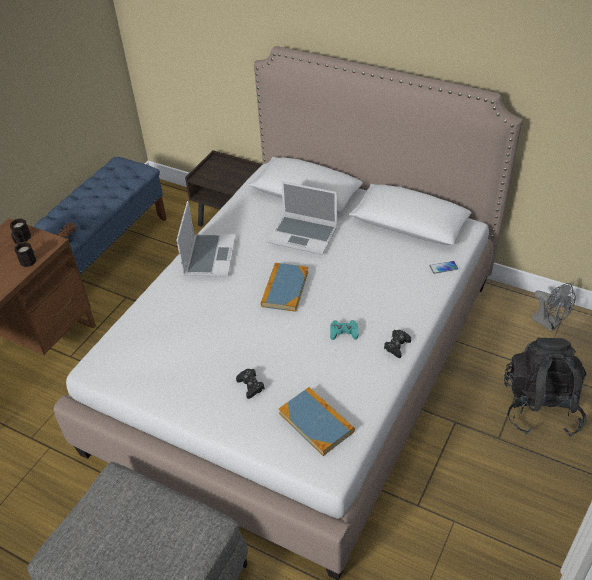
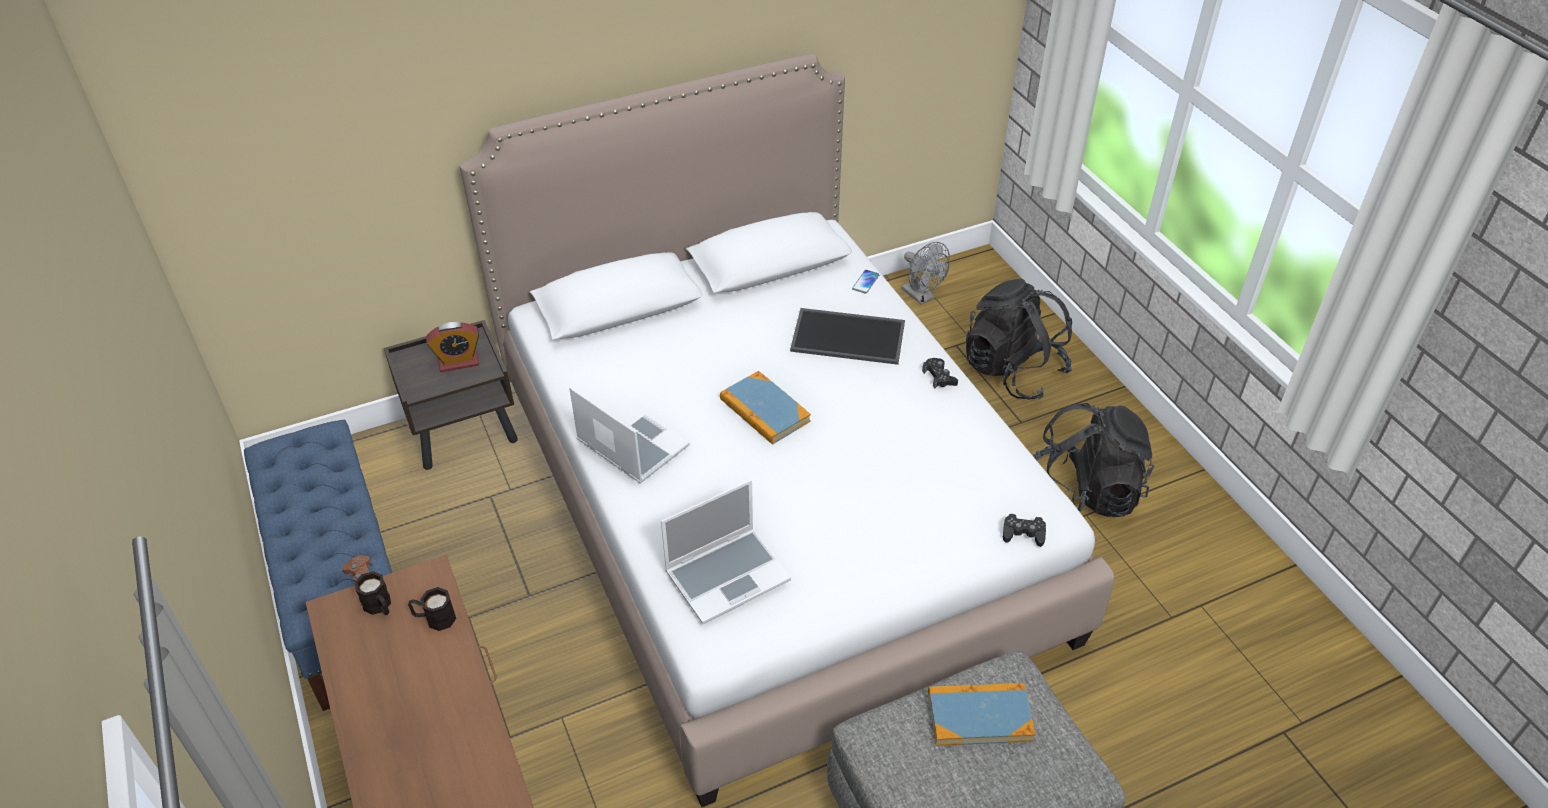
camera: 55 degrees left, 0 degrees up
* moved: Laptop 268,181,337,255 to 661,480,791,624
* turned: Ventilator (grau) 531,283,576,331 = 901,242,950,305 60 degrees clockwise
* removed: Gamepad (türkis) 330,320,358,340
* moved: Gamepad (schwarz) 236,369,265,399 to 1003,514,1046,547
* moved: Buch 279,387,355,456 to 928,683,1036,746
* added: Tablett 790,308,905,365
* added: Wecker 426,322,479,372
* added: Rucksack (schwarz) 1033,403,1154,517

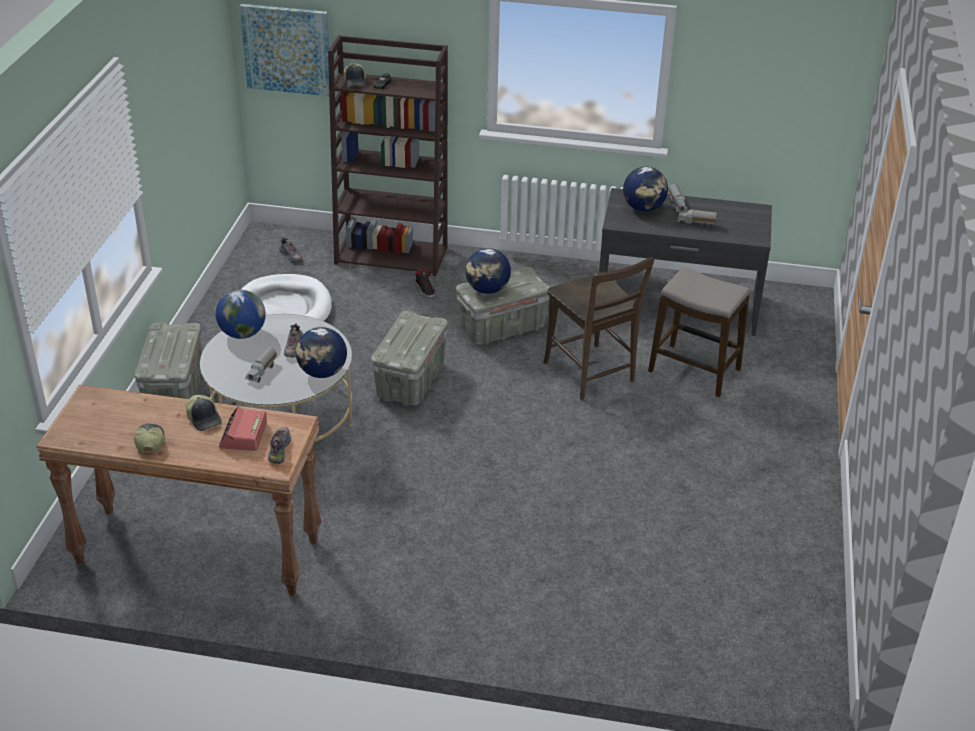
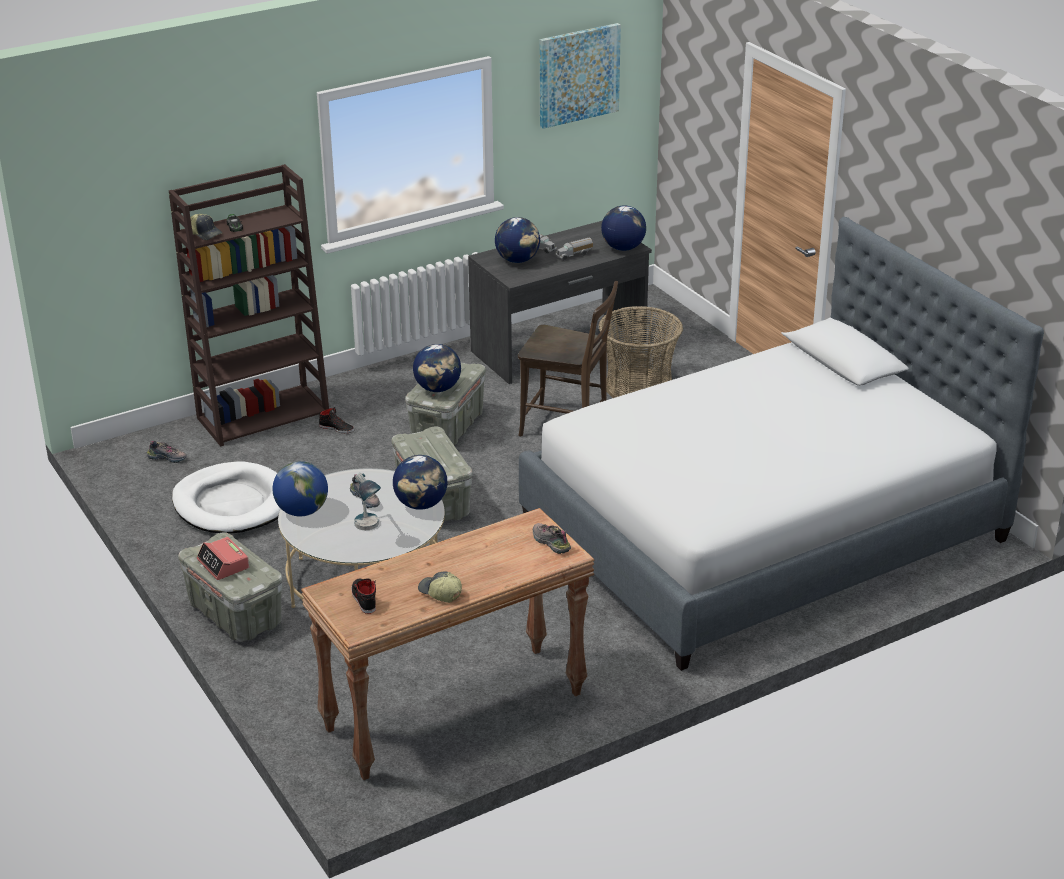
camera: 40 degrees left, 5 degrees down
* moved: Bild 240,4,329,96 to 540,23,621,129
* replaced: Hocker 648,267,750,397 to Korb 599,306,683,398
* replaced: Spielzeuglaster 245,347,277,383 to Tischlampe 354,473,381,530
* removed: Kappe 185,395,222,431
* moved: Wecker 219,406,267,451 to 197,537,249,580
* added: Globus 601,205,646,251
* added: Bett 519,217,1044,671
* added: Schuh (schwarz) 351,578,376,614

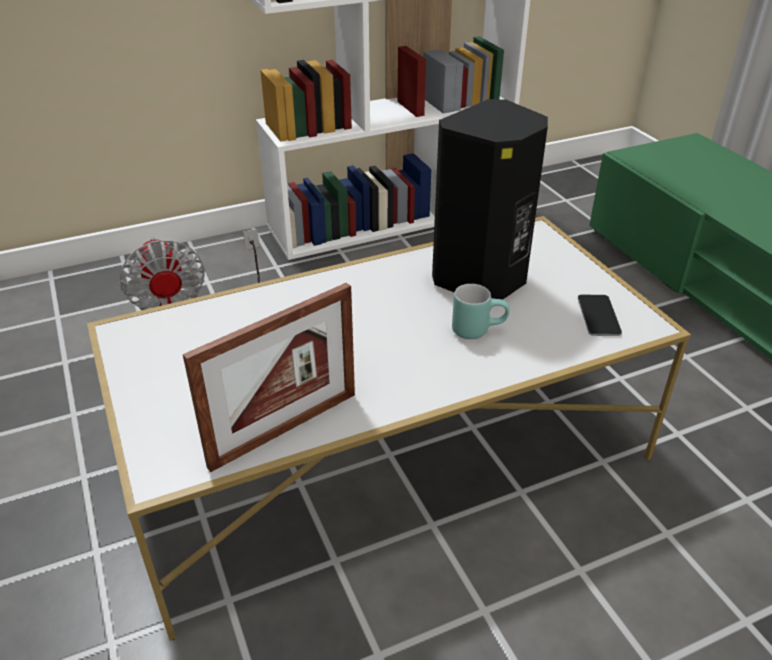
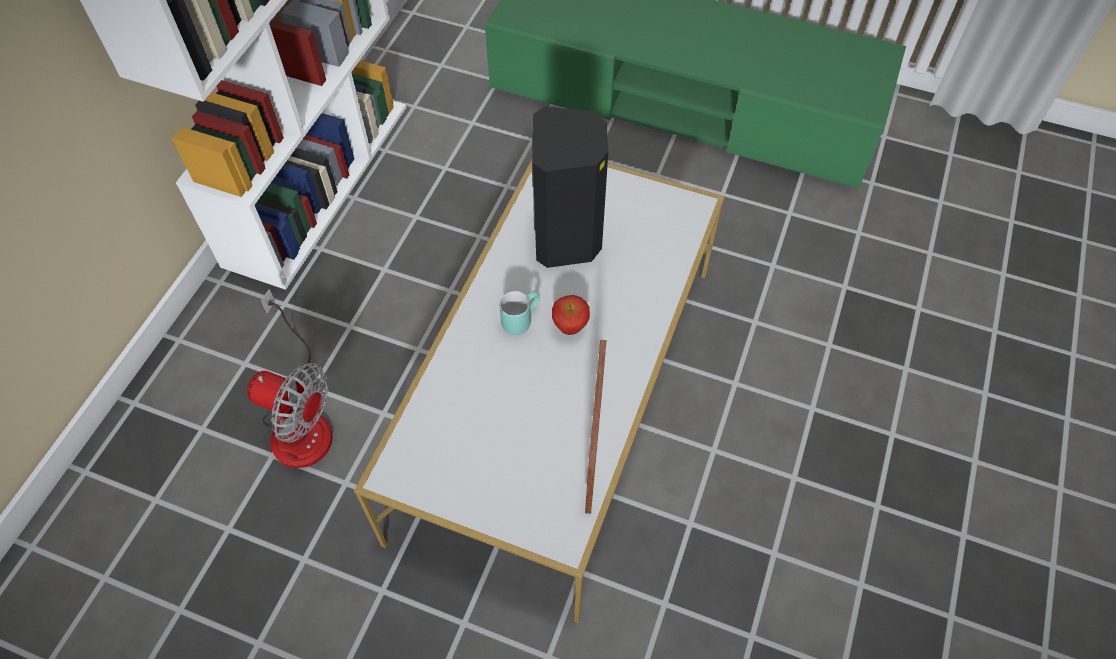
camera: 45 degrees left, 20 degrees up
* moved: Henkelbecher (türkis) 452,284,510,339 to 500,291,540,335
* removed: Handy 578,295,622,336
* added: Apfel 552,295,590,335

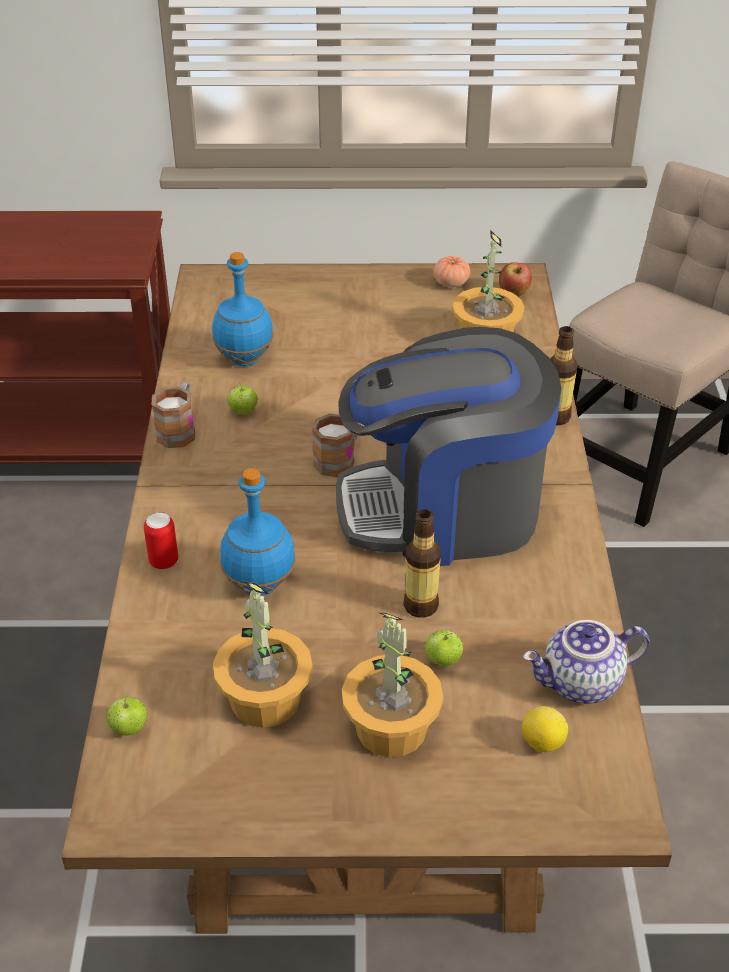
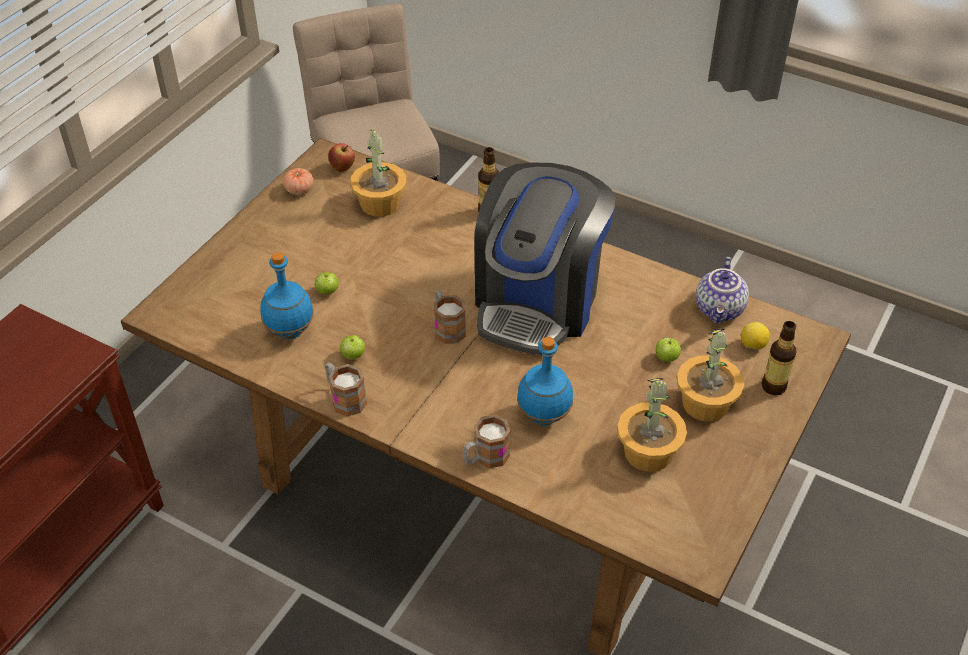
camera: 60 degrees left, 5 degrees up
* moved: Flasche 404,509,441,618 to 762,321,796,395
* replaced: Dose 144,512,178,569 to Henkelbecher 463,414,511,468
* moved: Apfel 107,695,147,736 to 315,271,339,295

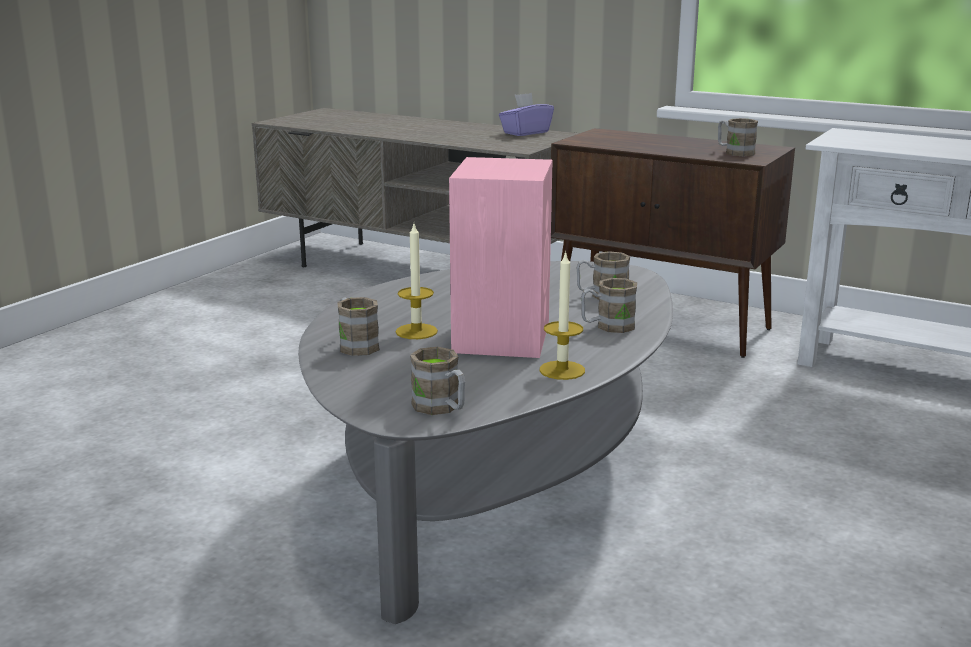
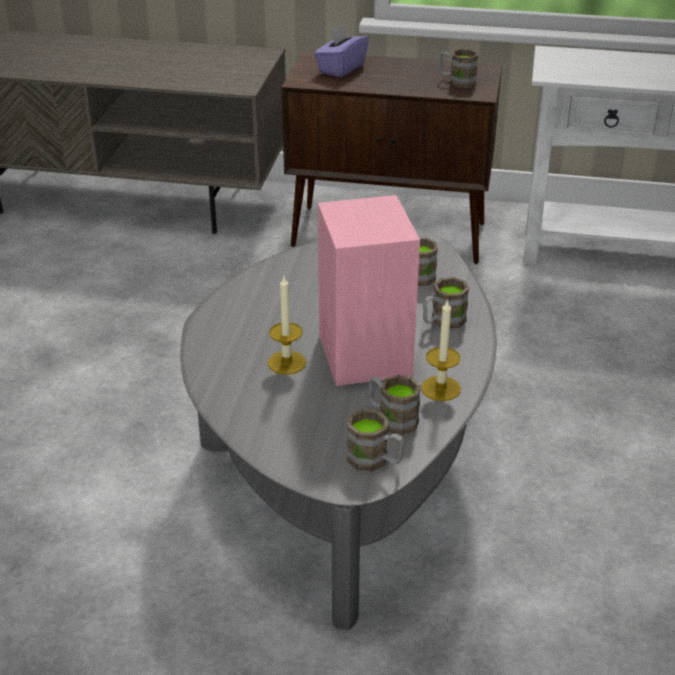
camera: 20 degrees left, 15 degrees up
* moved: Taschentuchbox (lila) 499,93,554,136 to 314,24,369,77
* moved: Henkelbecher (braun) 337,297,380,356 to 369,375,421,435

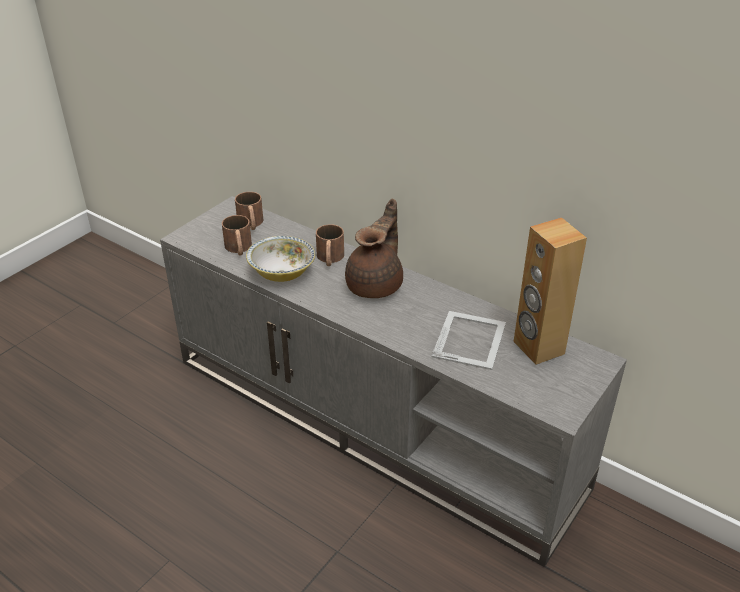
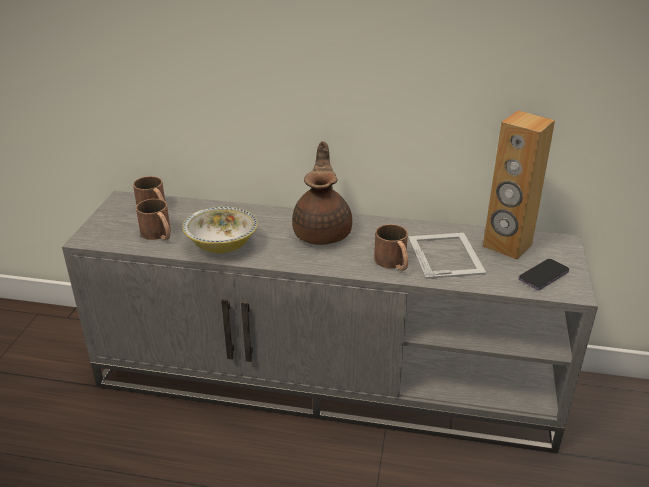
camera: 25 degrees left, 5 degrees down
* moved: Henkelbecher (braun) 316,224,344,266 to 374,224,408,271
* added: Handy 518,259,569,290

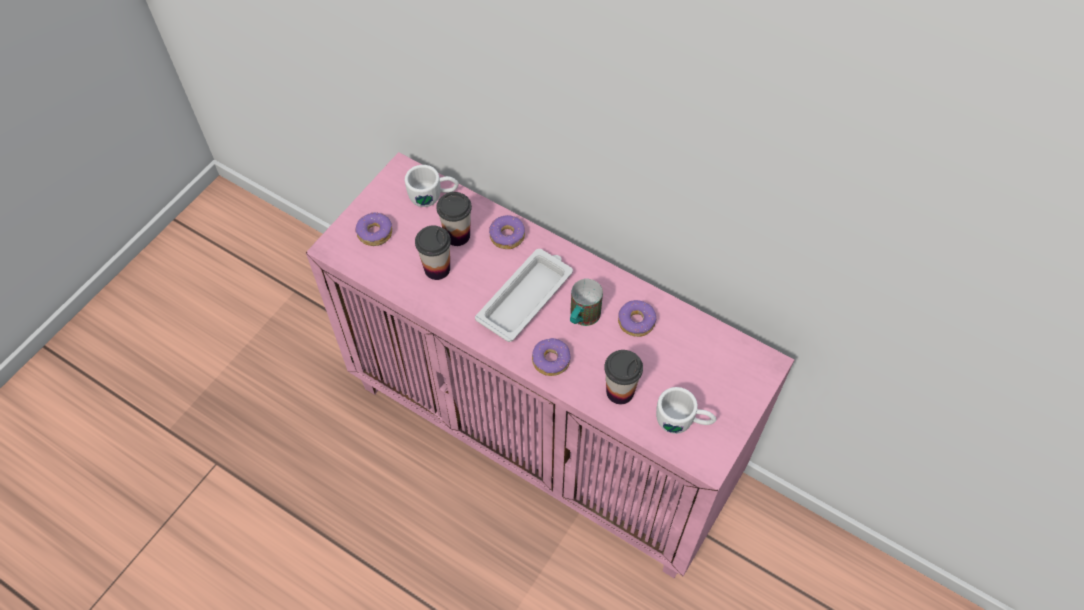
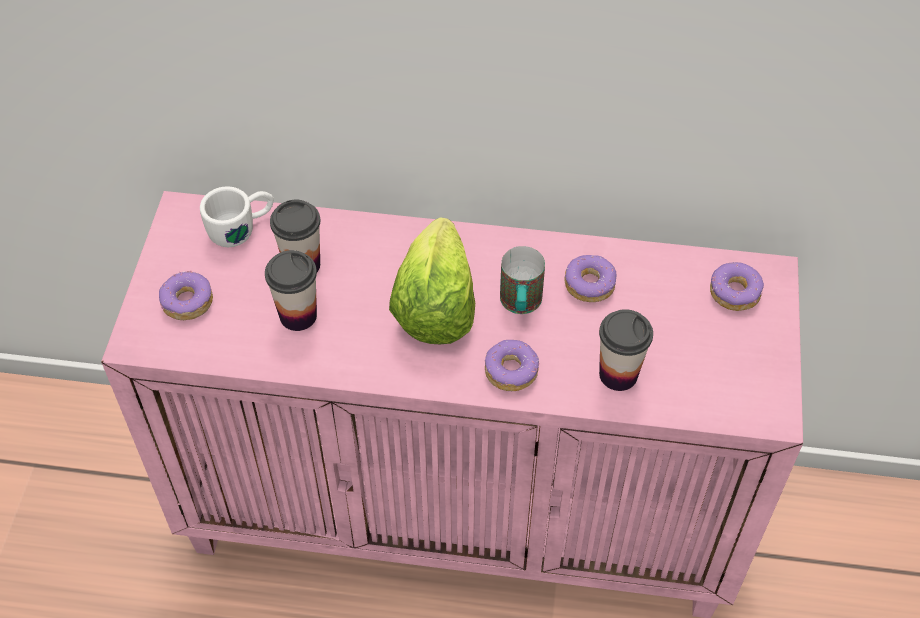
camera: 25 degrees left, 5 degrees down
* moved: Donut 489,215,525,249 to 710,262,764,311
* replaced: Tablett (weiß) 475,249,573,342 to Salatkopf 389,217,475,344
* removed: Henkelbecher (weiß) 656,387,717,434

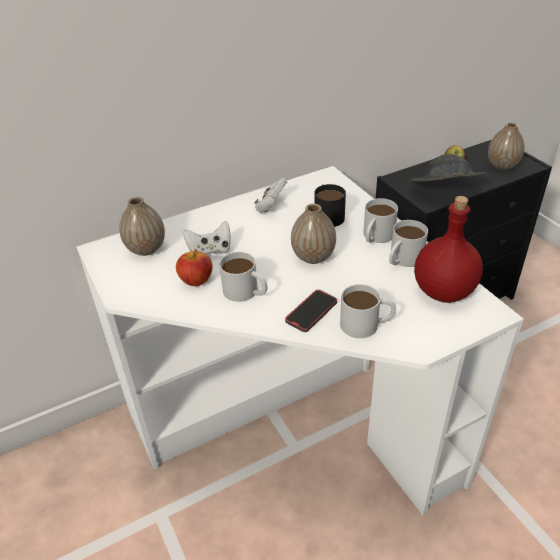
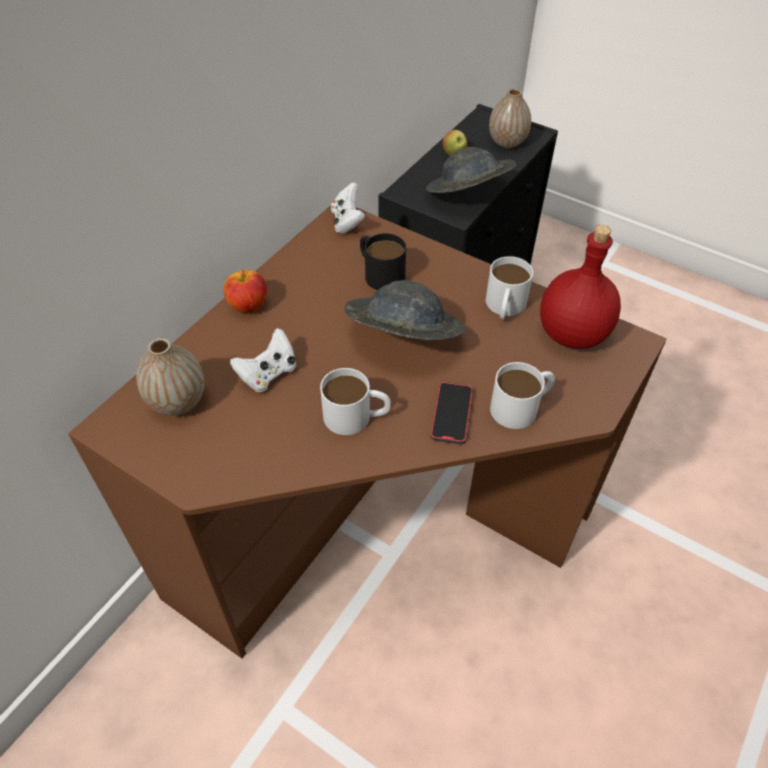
camera: 30 degrees left, 10 degrees up
* recoloured: Schreibtisch (weiß) 76,166,524,515 to Schreibtisch (braun) 68,206,667,659
* moved: Gamepad (weiß) 254,178,288,213 to 331,182,365,234
* removed: Henkelbecher (weiß) 363,198,398,243
* replaced: Vase 291,204,336,264 to Hut (grau) 344,280,466,340
* moved: Apfel 176,251,213,286 to 223,270,267,313

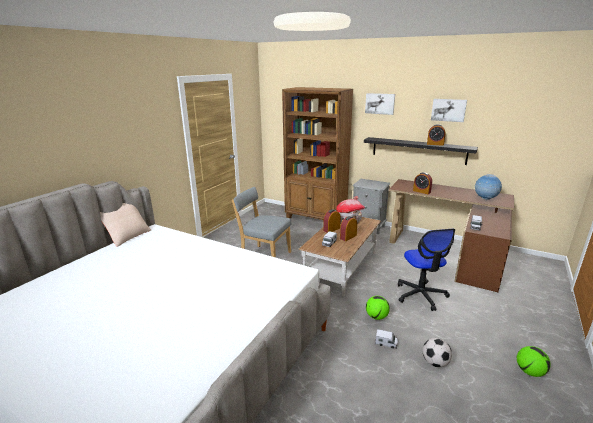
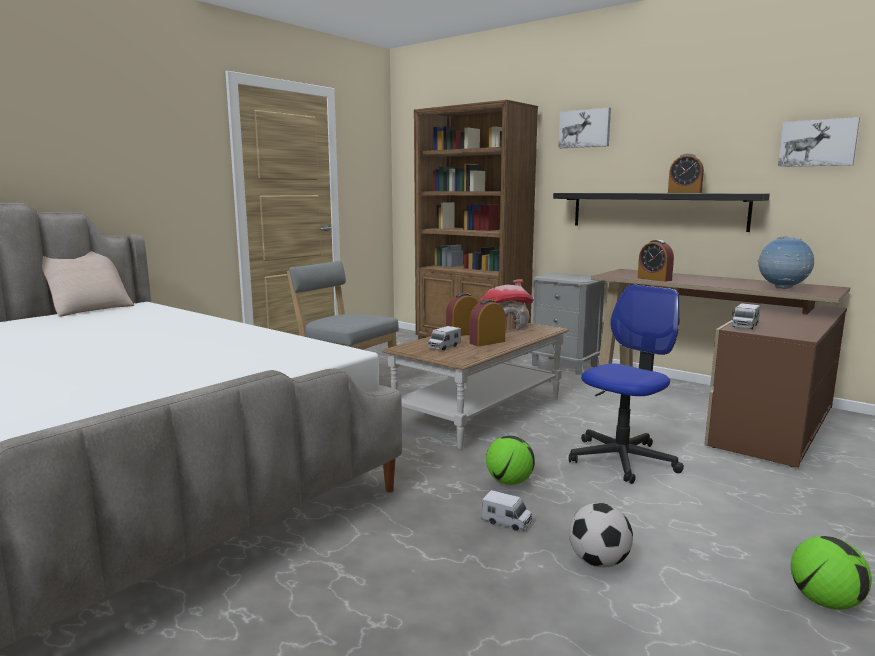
camera: 10 degrees right, 10 degrees down
* moved: Bild 431,99,467,122 to 778,117,860,167
* turned: Bürostuhl 398,229,455,311 = 569,285,684,484 135 degrees counterclockwise

